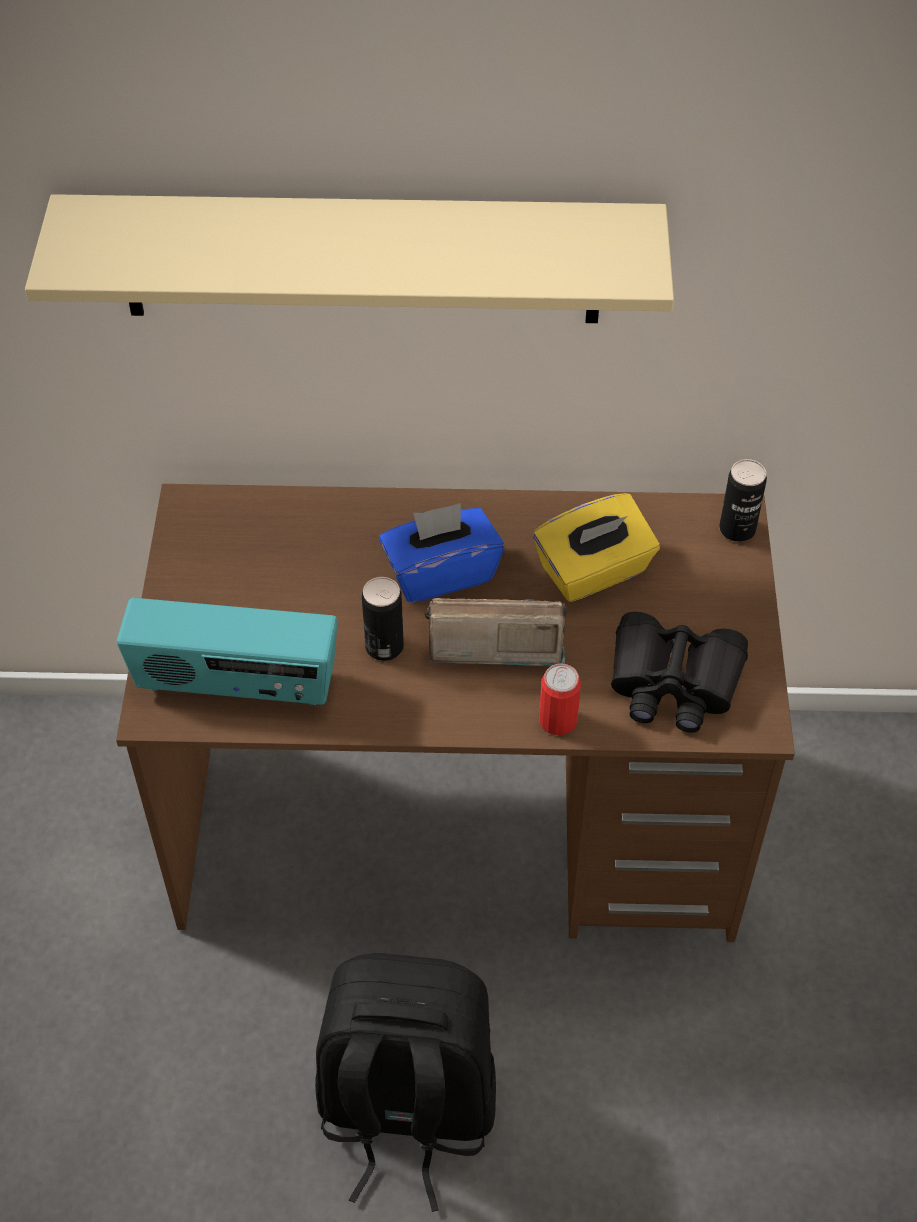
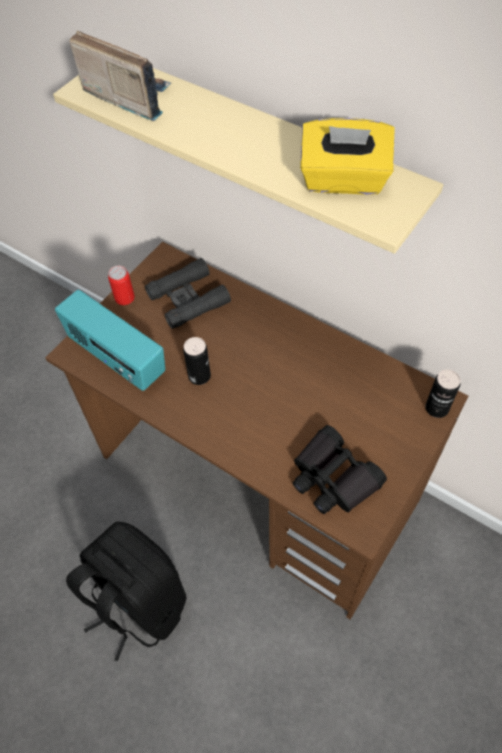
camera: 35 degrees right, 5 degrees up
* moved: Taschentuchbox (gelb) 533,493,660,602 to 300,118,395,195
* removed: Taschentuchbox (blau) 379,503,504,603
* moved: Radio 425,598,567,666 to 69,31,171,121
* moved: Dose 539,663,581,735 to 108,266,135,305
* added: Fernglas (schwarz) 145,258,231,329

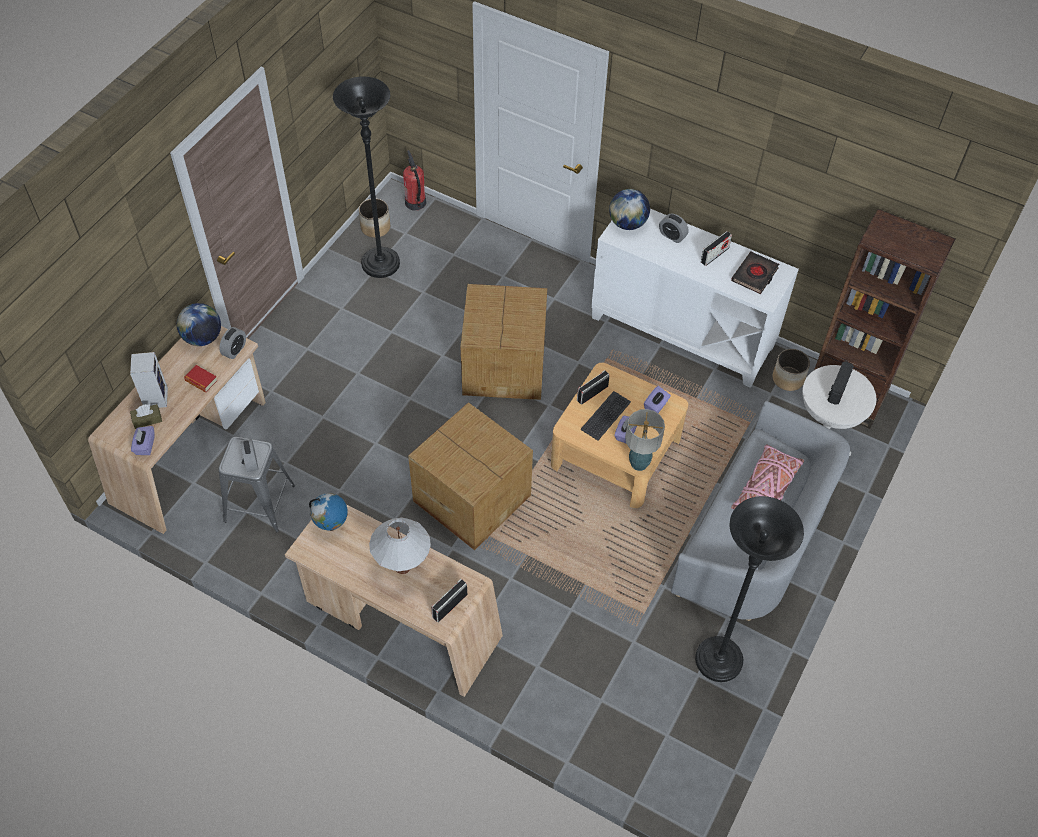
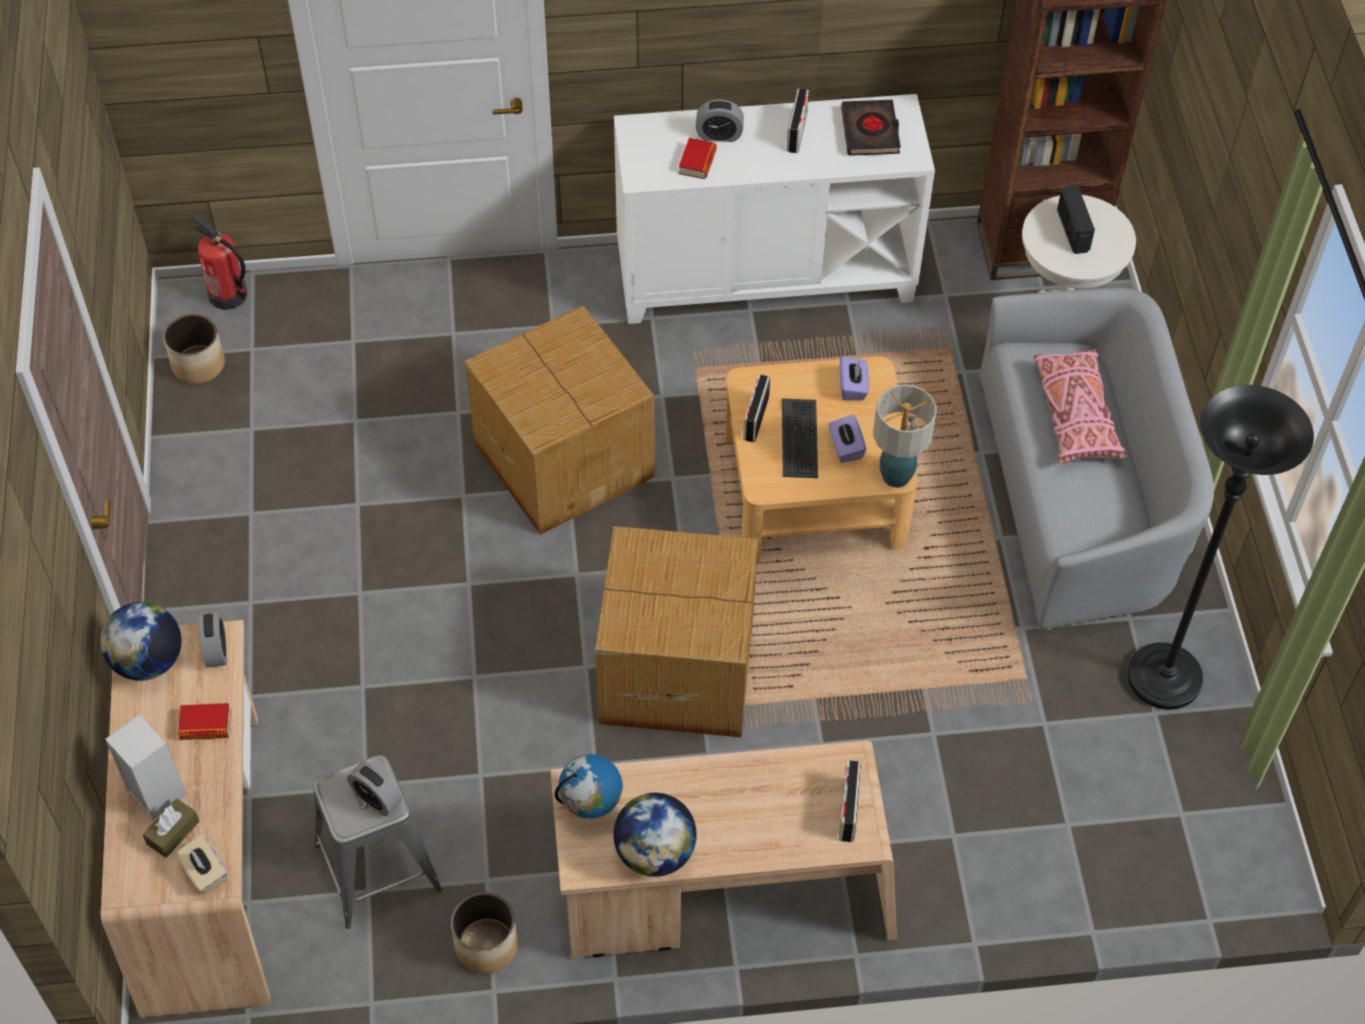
camera: 35 degrees left, 0 degrees up
* removed: Stehlampe (schwarz) 333,76,400,278
* moved: Globus 609,189,650,230 to 613,793,697,877
* moved: Pflanzkübel 772,349,810,391 to 451,893,518,974
* recoloured: Taschentuchbox (lila) 131,426,155,455 to Taschentuchbox (beige) 177,834,228,894
* removed: Tischlampe (weiß) 369,517,431,574
* added: Buch 679,138,717,179

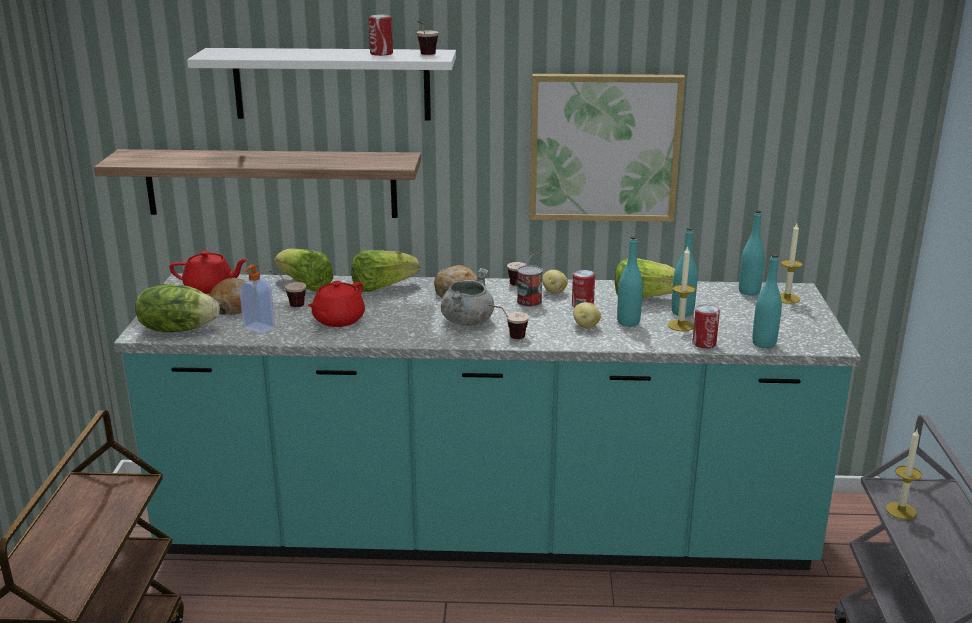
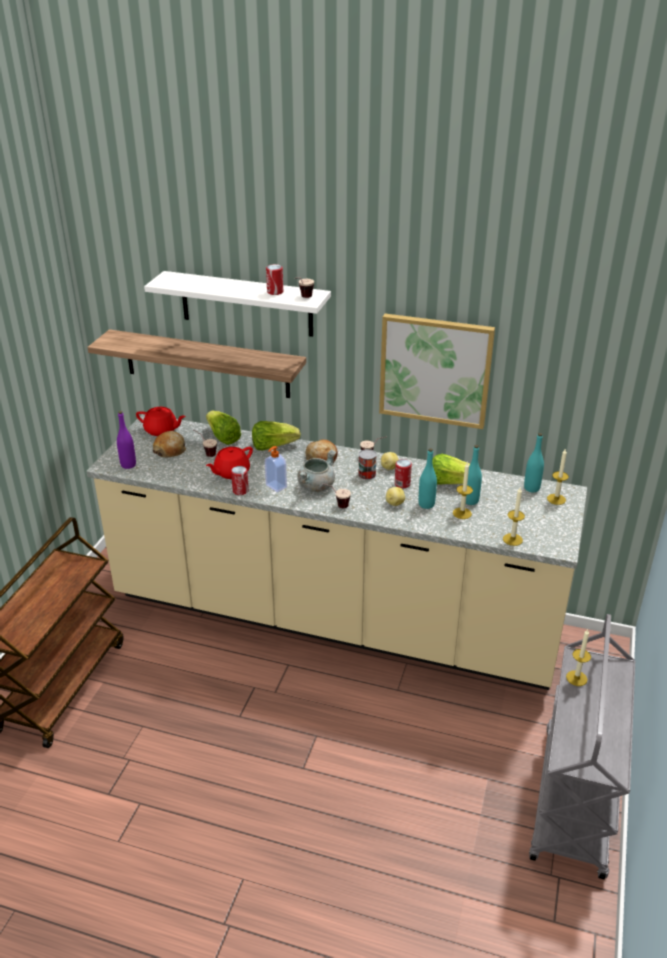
camera: 15 degrees right, 10 degrees up
* replaced: Flasche (türkis) 752,254,782,348 to Kerze 503,488,525,546
* moved: Seifenspender 239,264,275,334 to 265,446,287,492
* recoloured: Küchenzeile (türkis) 114,273,861,570 to Küchenzeile (beige) 86,414,587,690
* replaced: Salatkopf 135,283,220,332 to Flasche (lila) 117,411,136,469
* moved: Dose 692,305,720,349 to 231,466,249,495

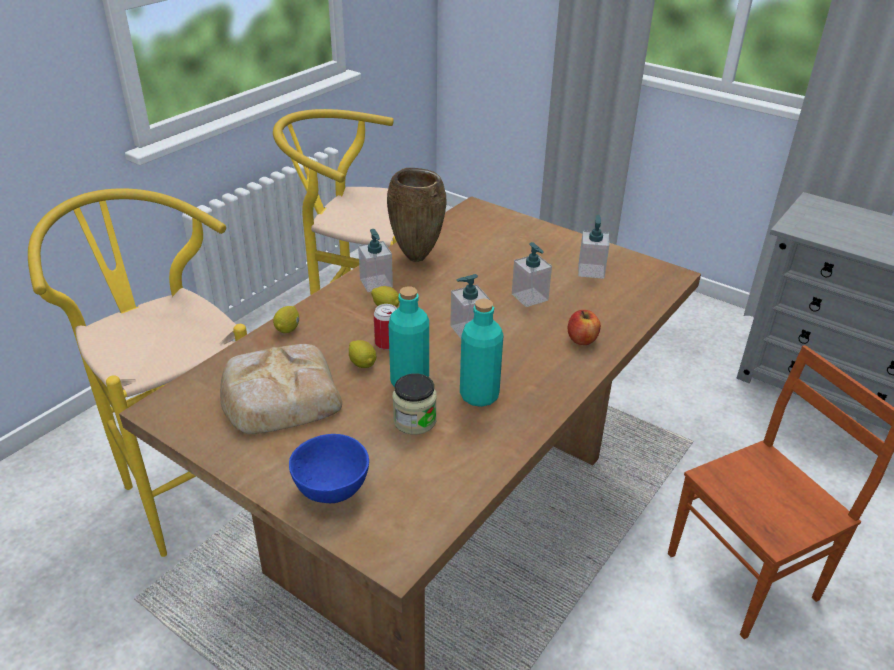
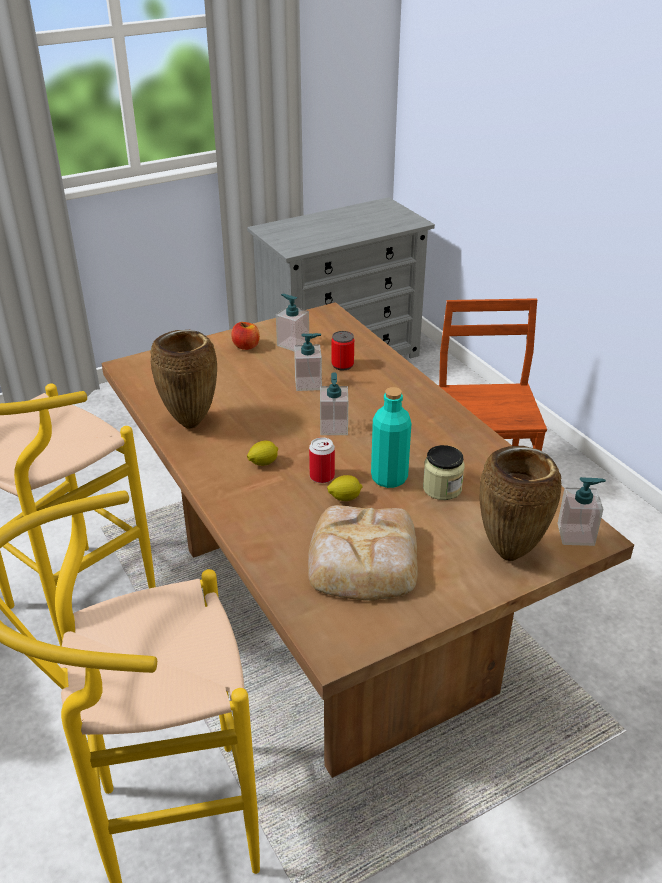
camera: 65 degrees left, 0 degrees up
* moved: Seifenspender 358,229,393,292 to 557,477,606,546
* removed: Flasche (türkis) 460,299,503,407
* removed: Zitrone 273,306,299,333
* moved: Apfel 568,310,601,345 to 231,322,260,350
* replaced: Schüssel (blau) 289,434,369,503 to Vase (braun) 480,446,561,561
* added: Dose 332,331,354,370

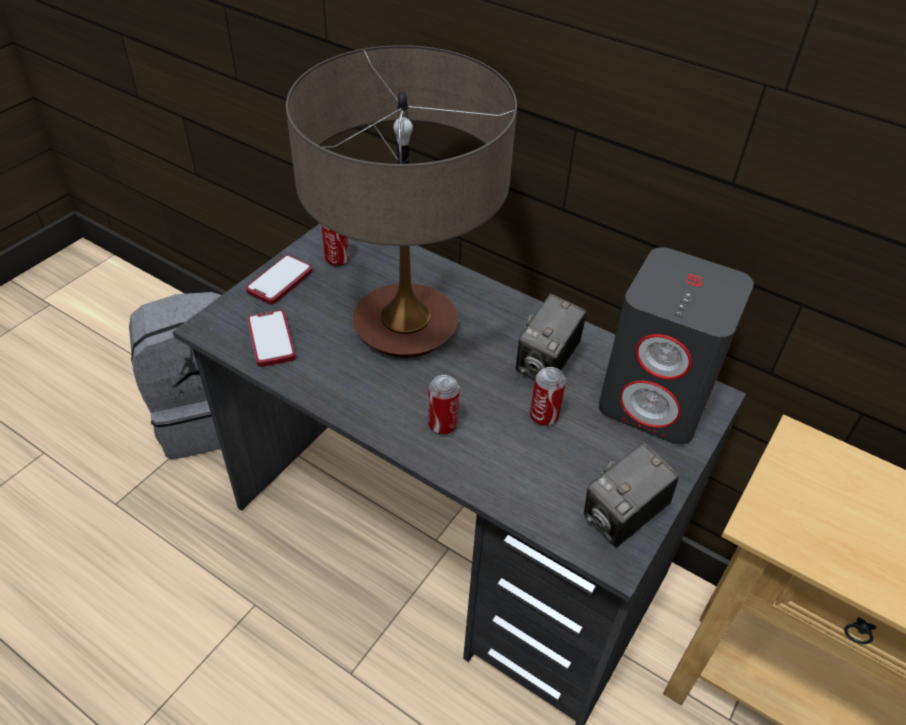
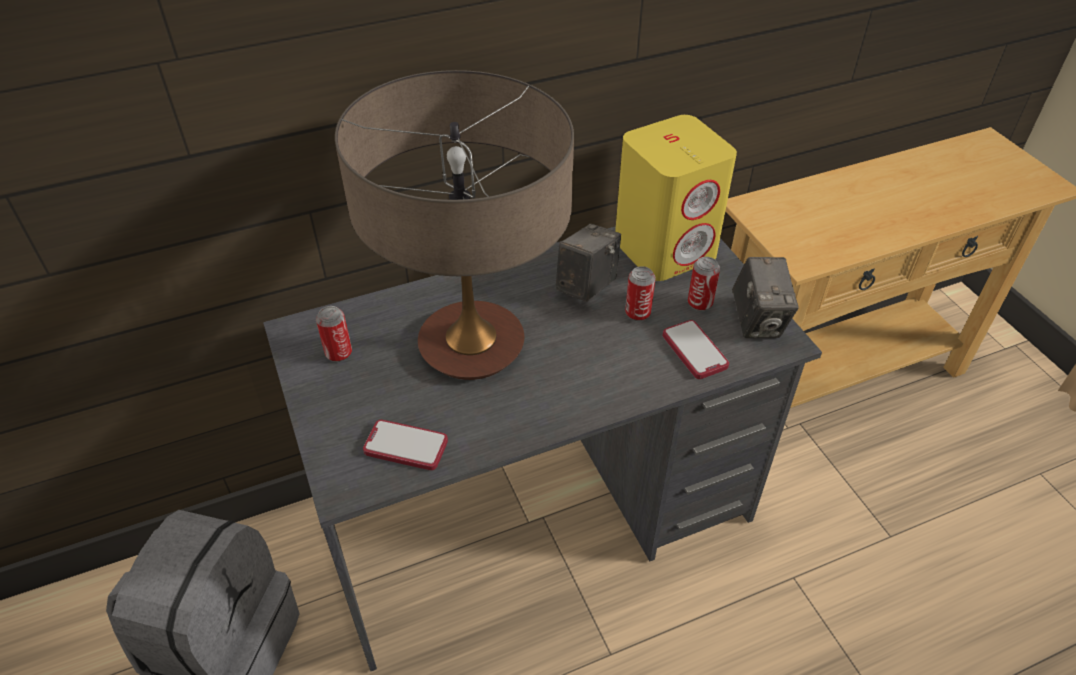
camera: 55 degrees left, 0 degrees up
* recoloured: Lautsprecher (grau) 599,247,754,444 to Lautsprecher (gelb) 615,115,737,281
* moved: Handy 246,255,312,305 to 663,320,729,379
* turned: Kamera 516,294,586,379 = 556,224,621,302 120 degrees counterclockwise
* moved: Dose 428,375,460,435 to 688,257,720,311

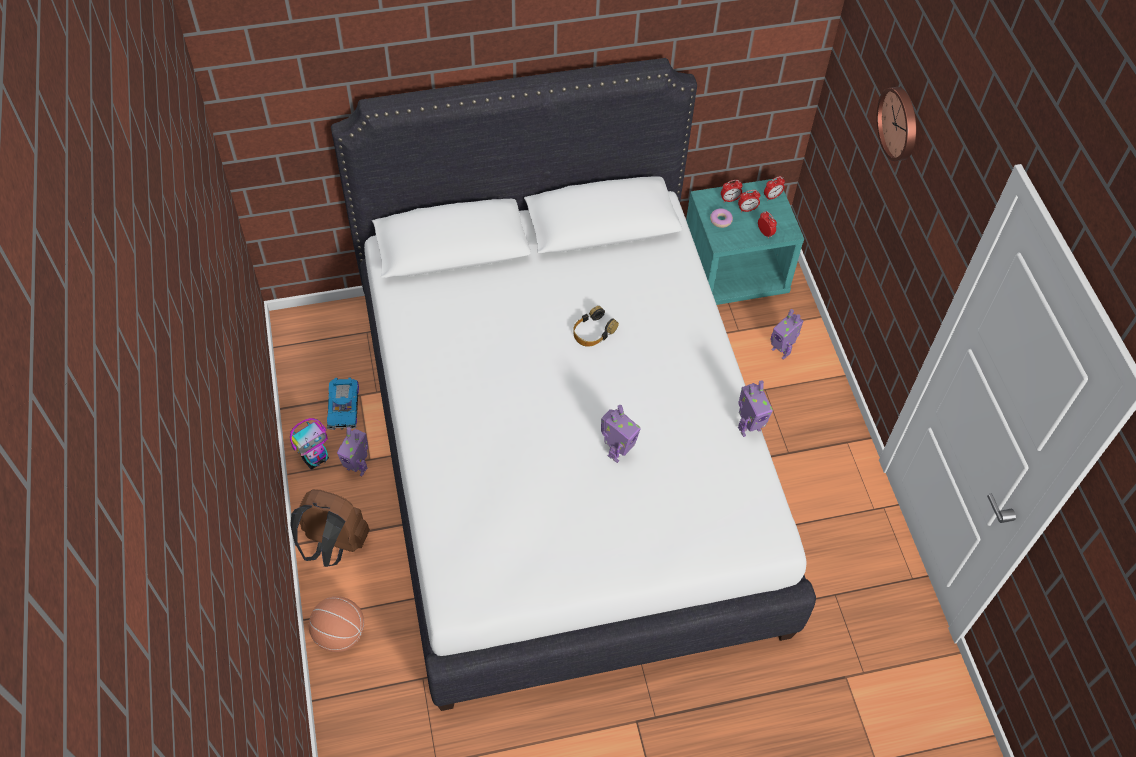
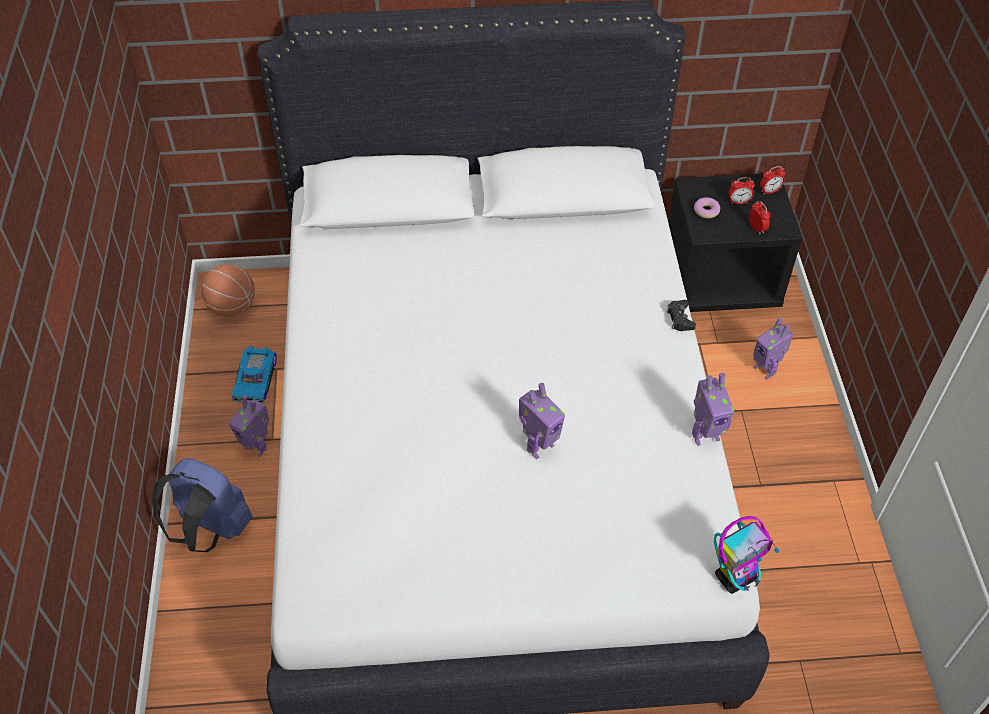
camera: 10 degrees right, 5 degrees down
* removed: Wanduhr 876,87,916,161
* recoloured: Nachttisch (türkis) 686,178,804,305 to Nachttisch (schwarz) 668,174,802,312
* removed: Wecker 721,180,743,202
* removed: Kopfhörer 573,306,619,347
* moved: Spielzeugroboter 290,418,329,470 to 714,516,779,594
* recoloured: Rucksack (braun) 290,489,370,567 to Rucksack (blau) 152,458,253,552
* moved: Basketball 309,596,364,652 to 201,264,255,317
* added: Gamepad (schwarz) 666,300,696,331

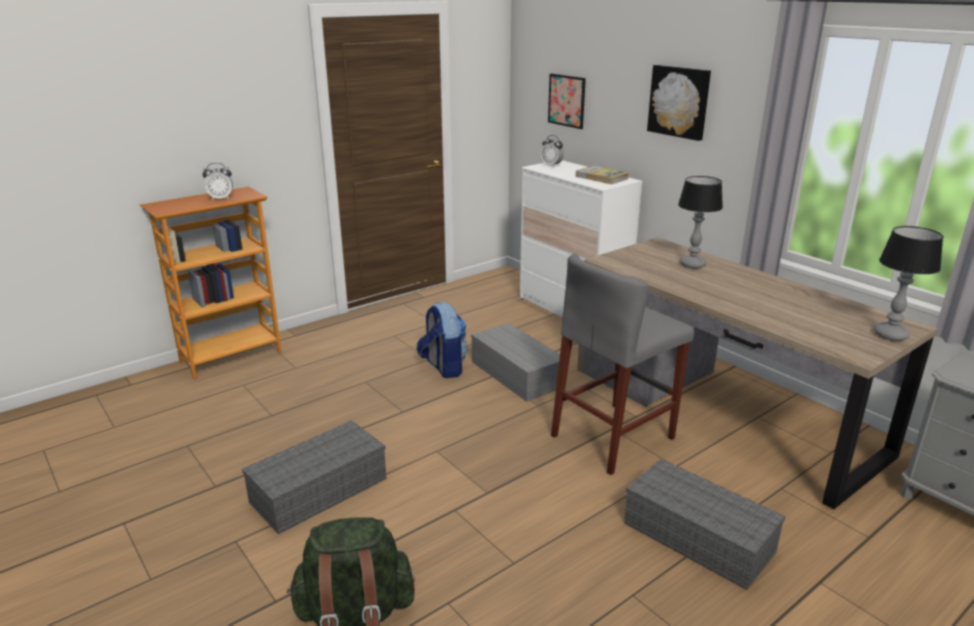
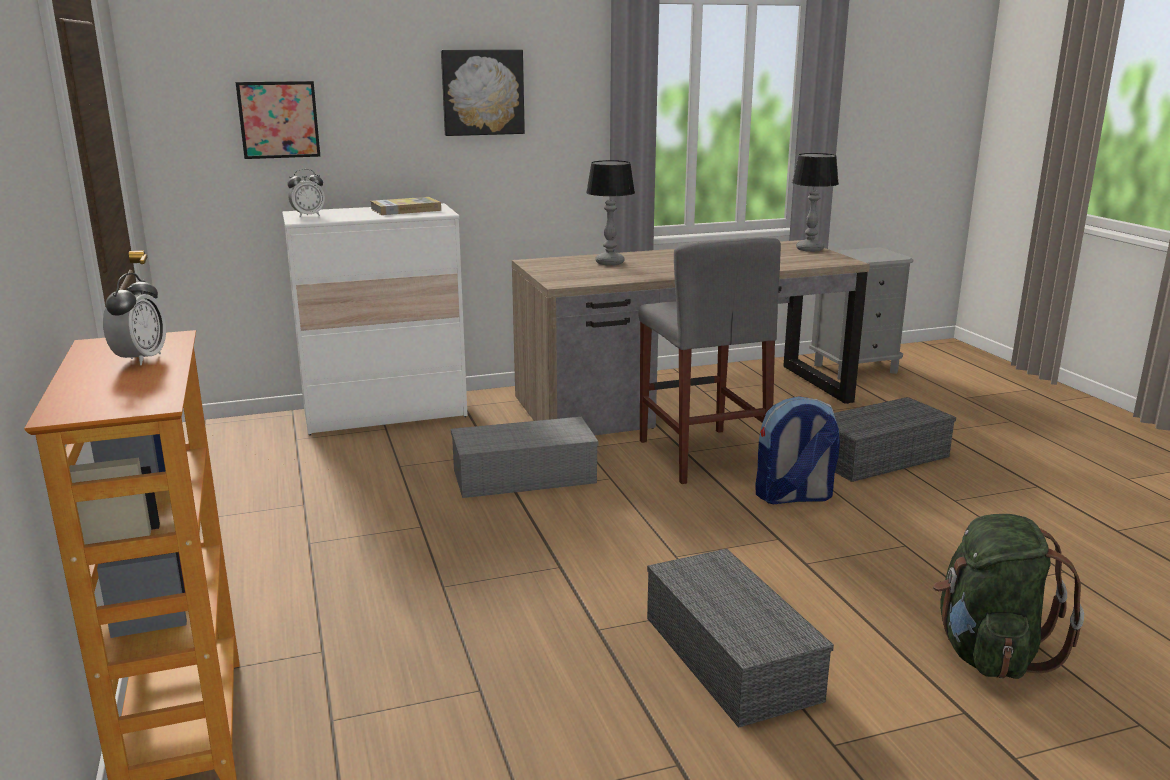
camera: 70 degrees left, 5 degrees down
* moved: Rucksack 417,302,468,378 to 755,396,840,504

